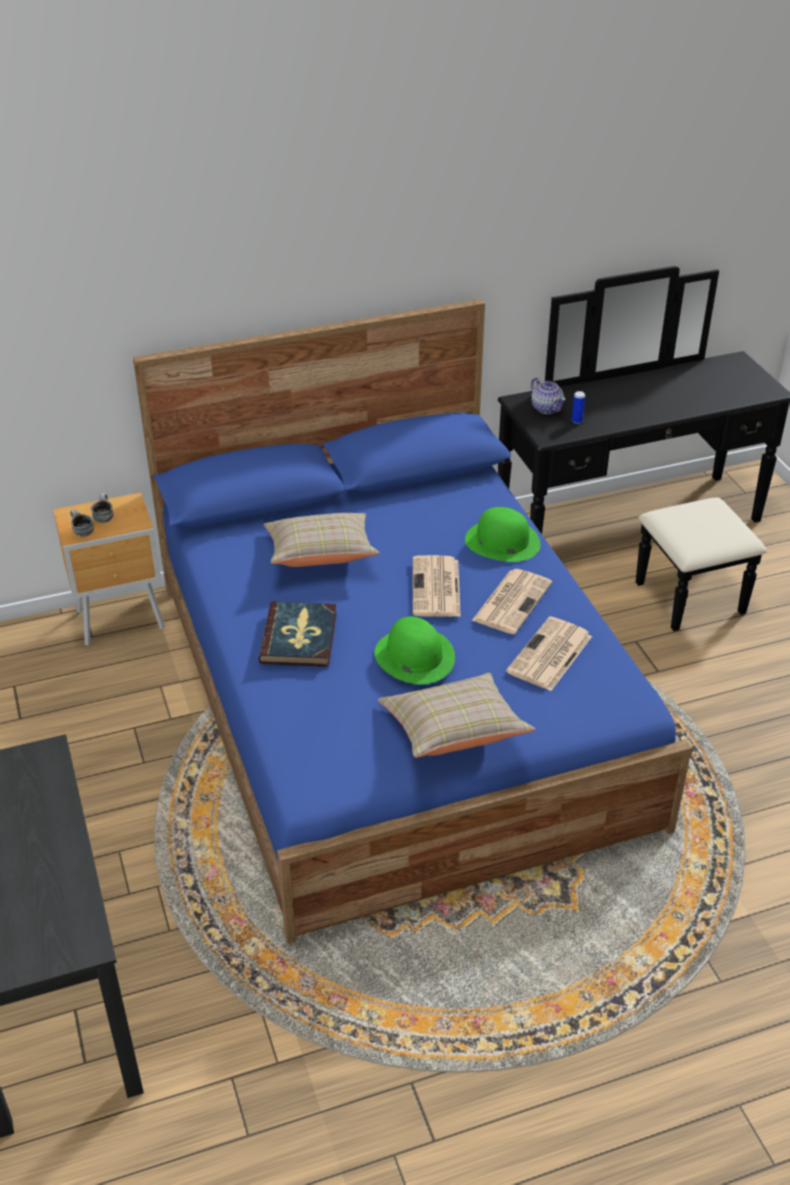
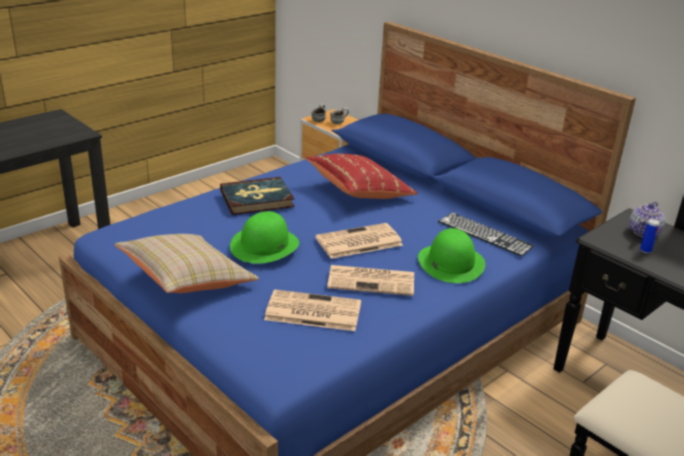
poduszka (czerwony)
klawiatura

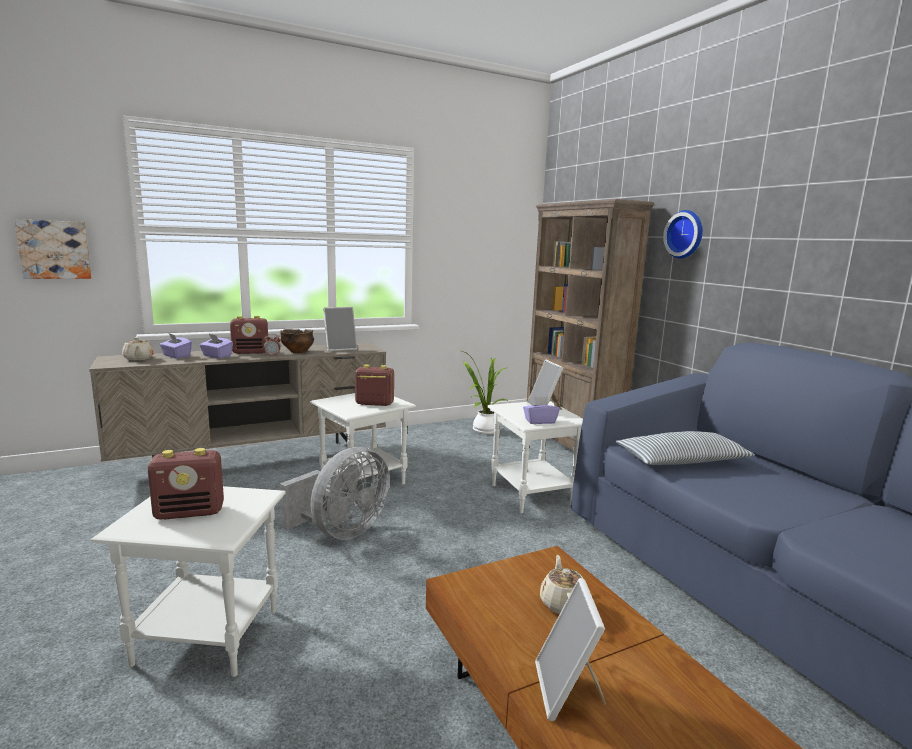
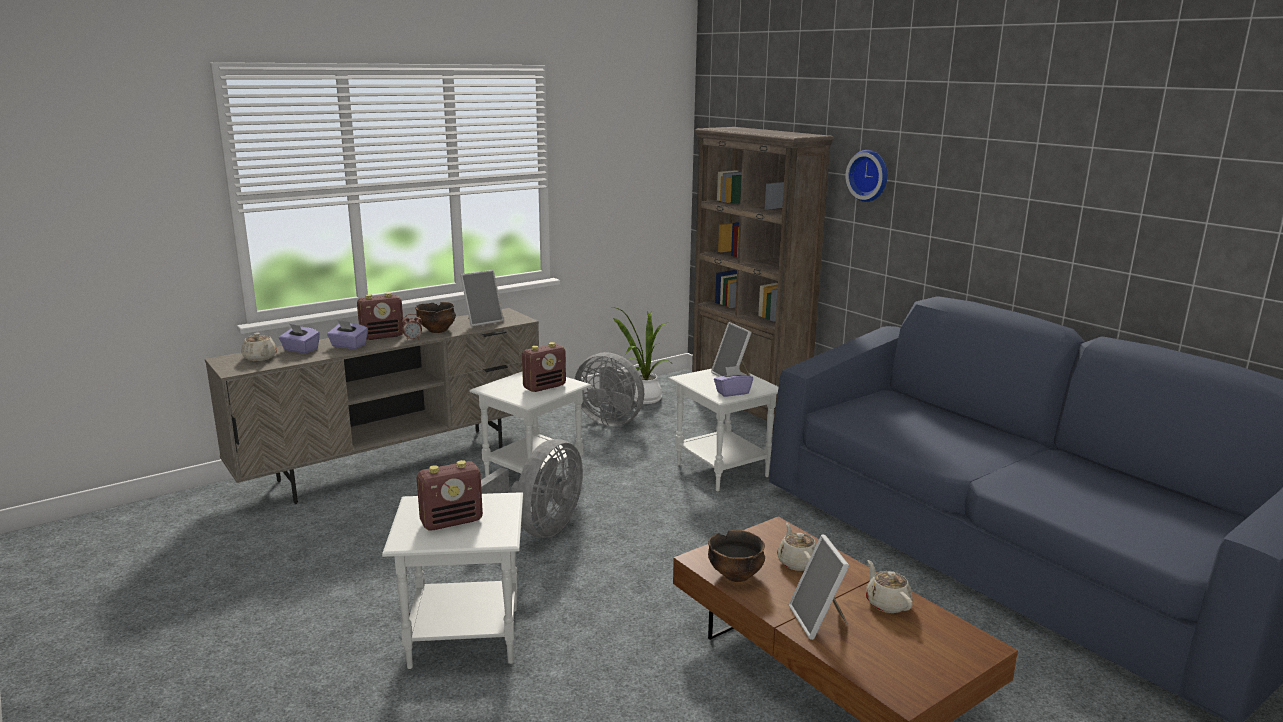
radio (no. 3 from left)
wentylator (szary) (no. 2 from left)
miska (no. 2 from left)
imbryk (beżowy) (no. 3 from left)
obraz
poduszka

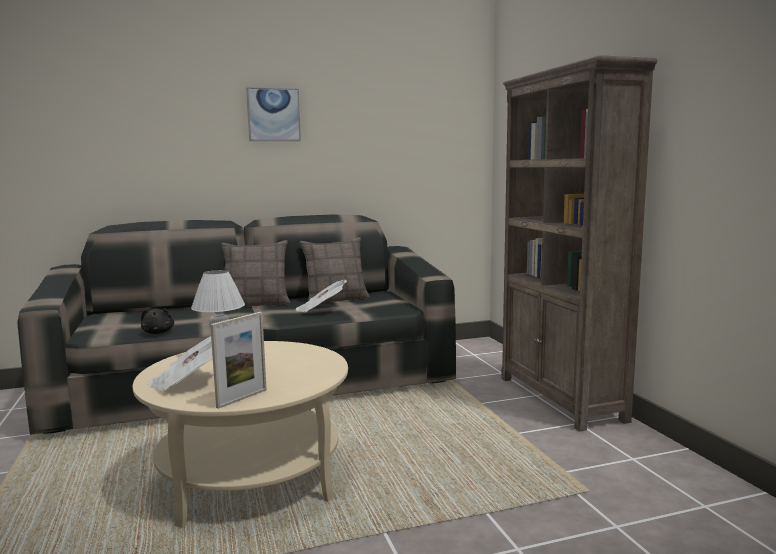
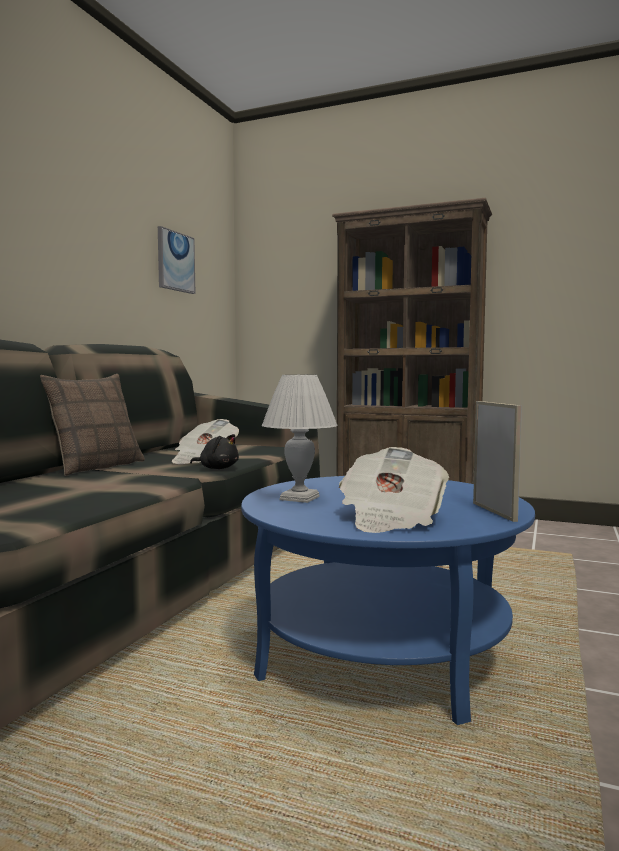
obraz
pluszak (czarny)
ława (niebieski)
poduszka (no. 2 from left in the first image)

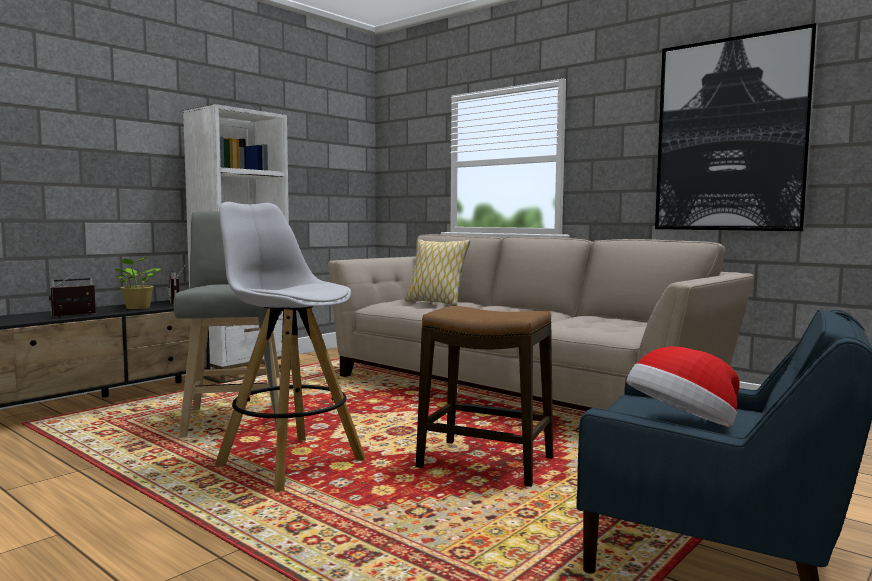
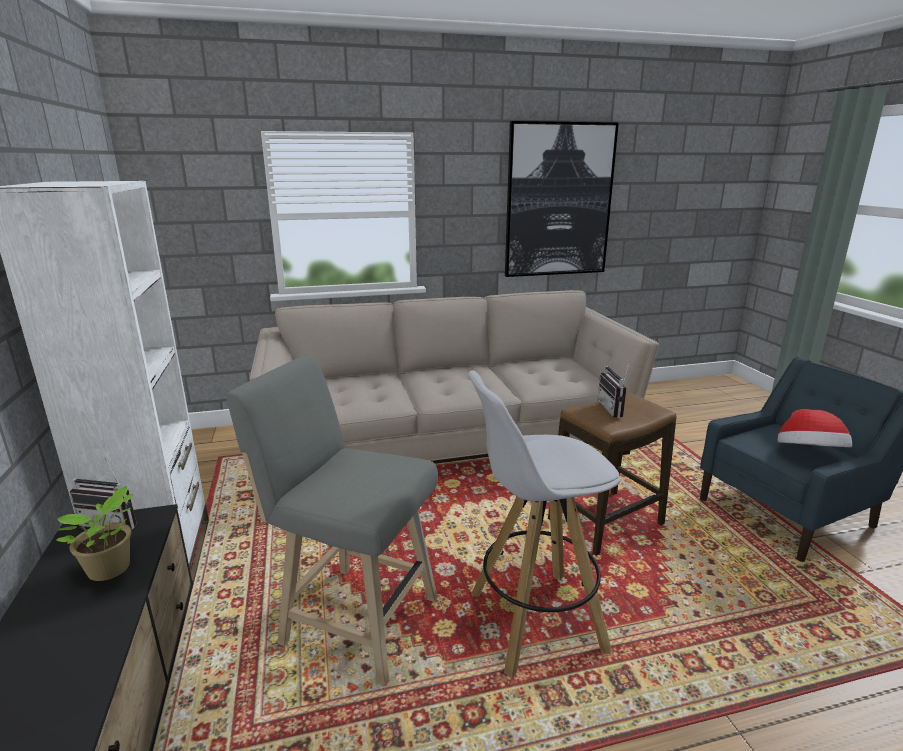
radio (no. 2 from left)
poduszka

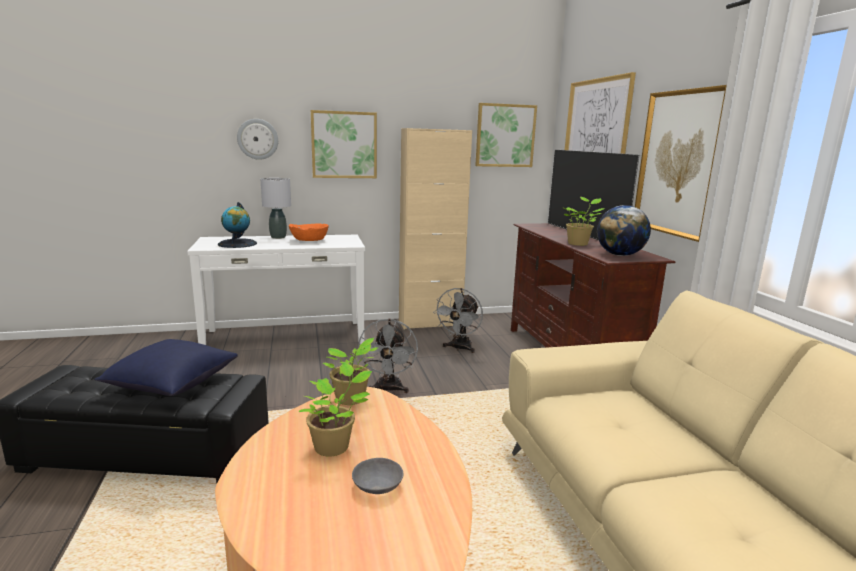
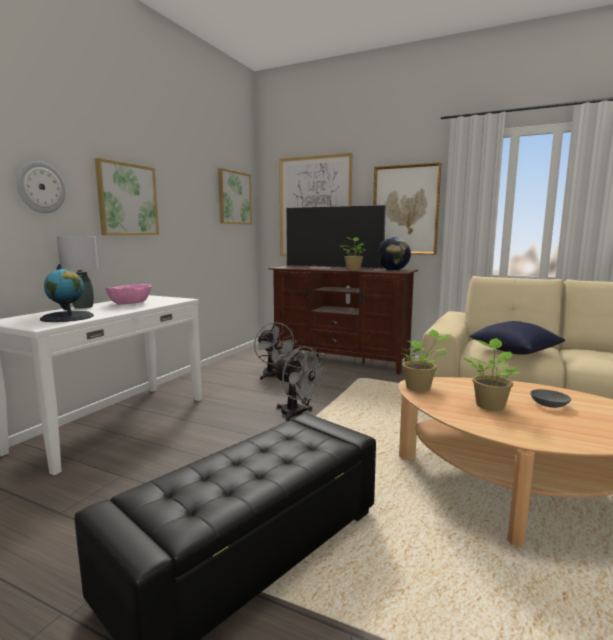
miska (różowy)
poduszka (niebieski)
szafka (beżowy)

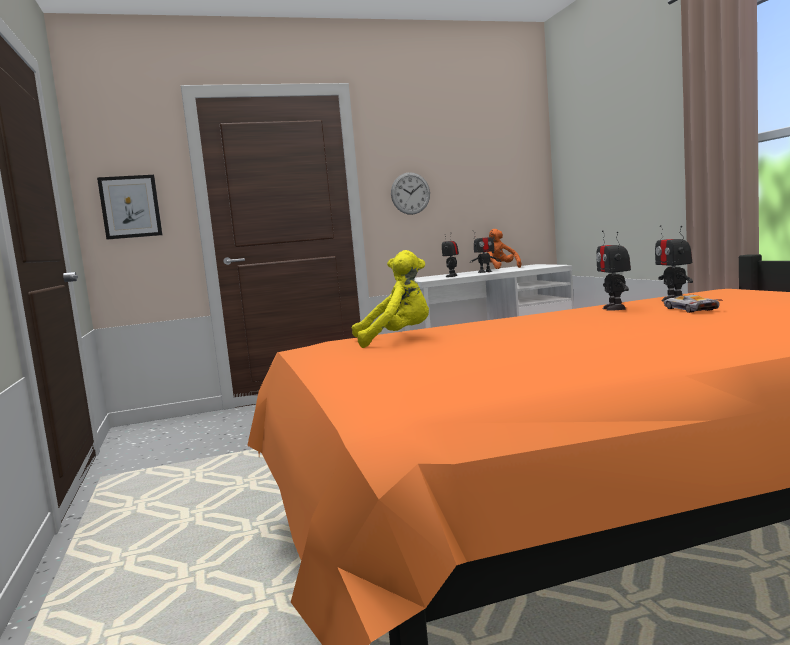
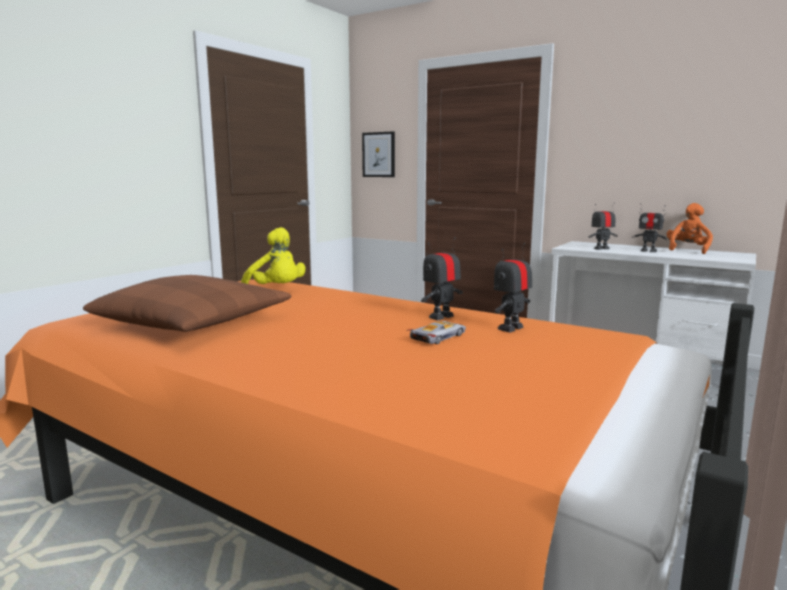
poduszka (brązowy)
zegar ścienny

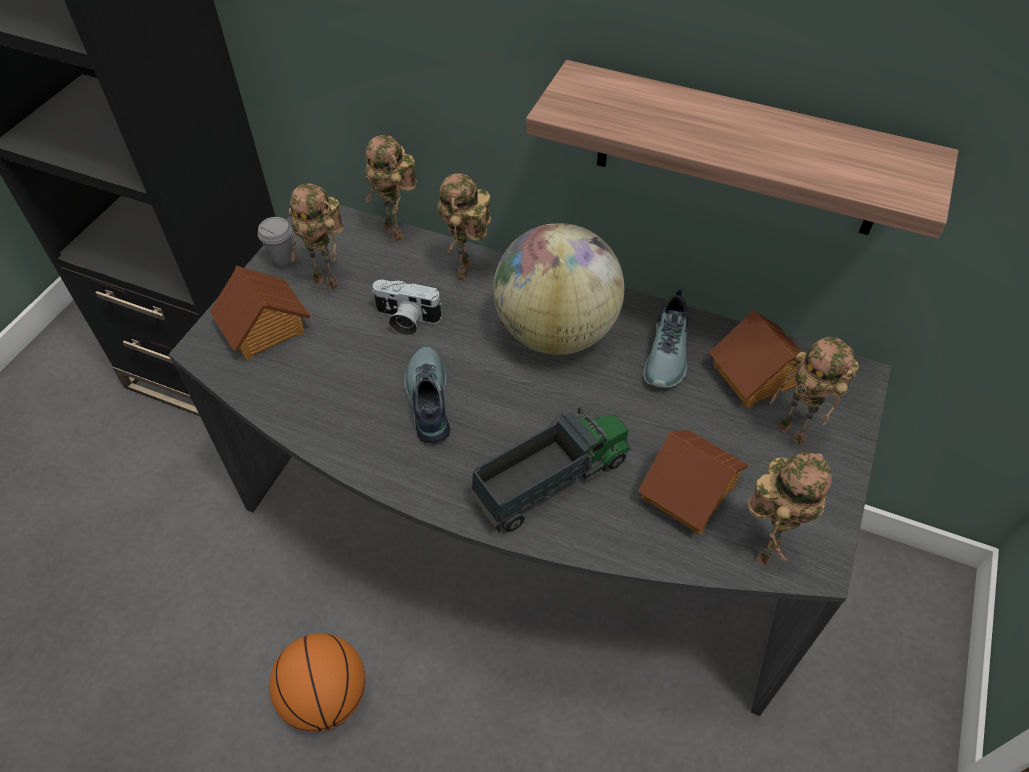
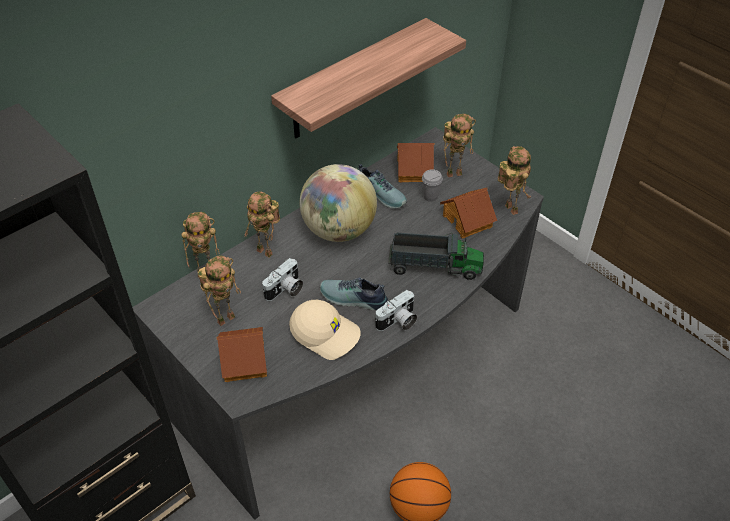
czapka z daszkiem (beżowy)
aparat fotograficzny (no. 2 from left)
ciężarówka zabawkowa
filiżanka (szary)

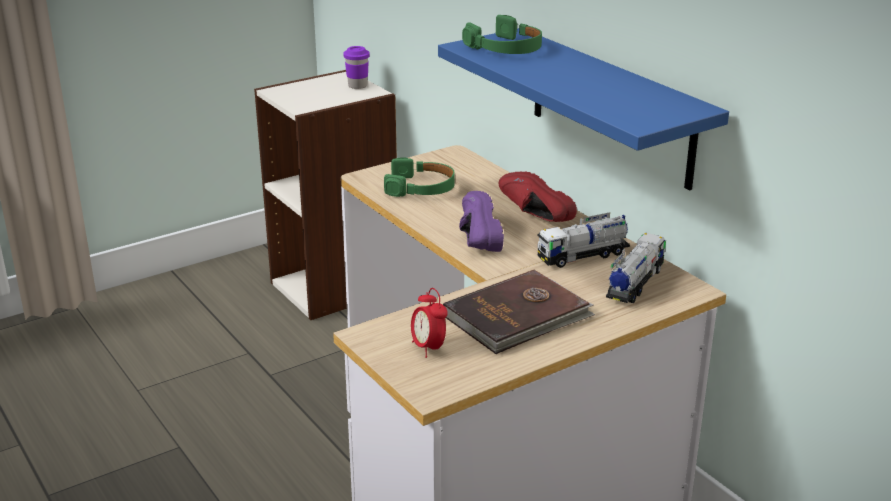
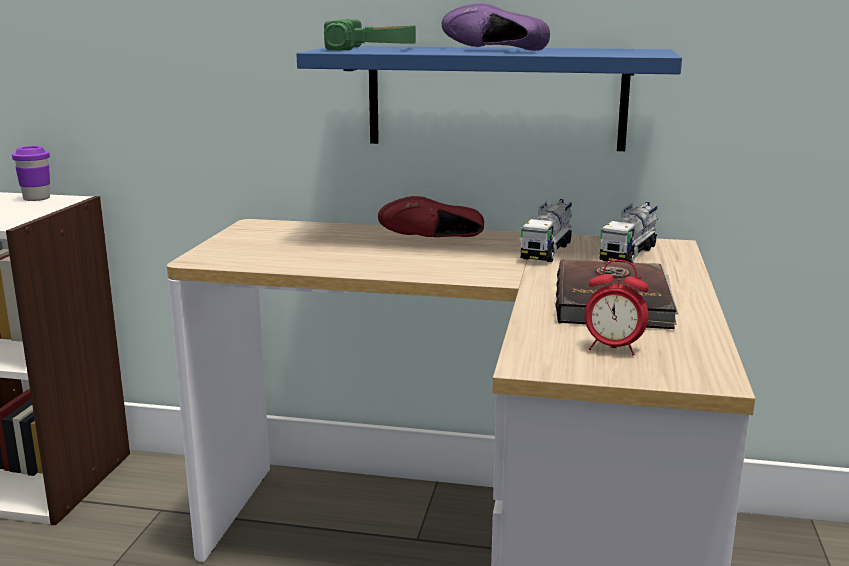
but (fioletowy)
ciężarówka zabawkowa (no. 2 from left)
słuchawki (zielony) (no. 1 from left in the first image)

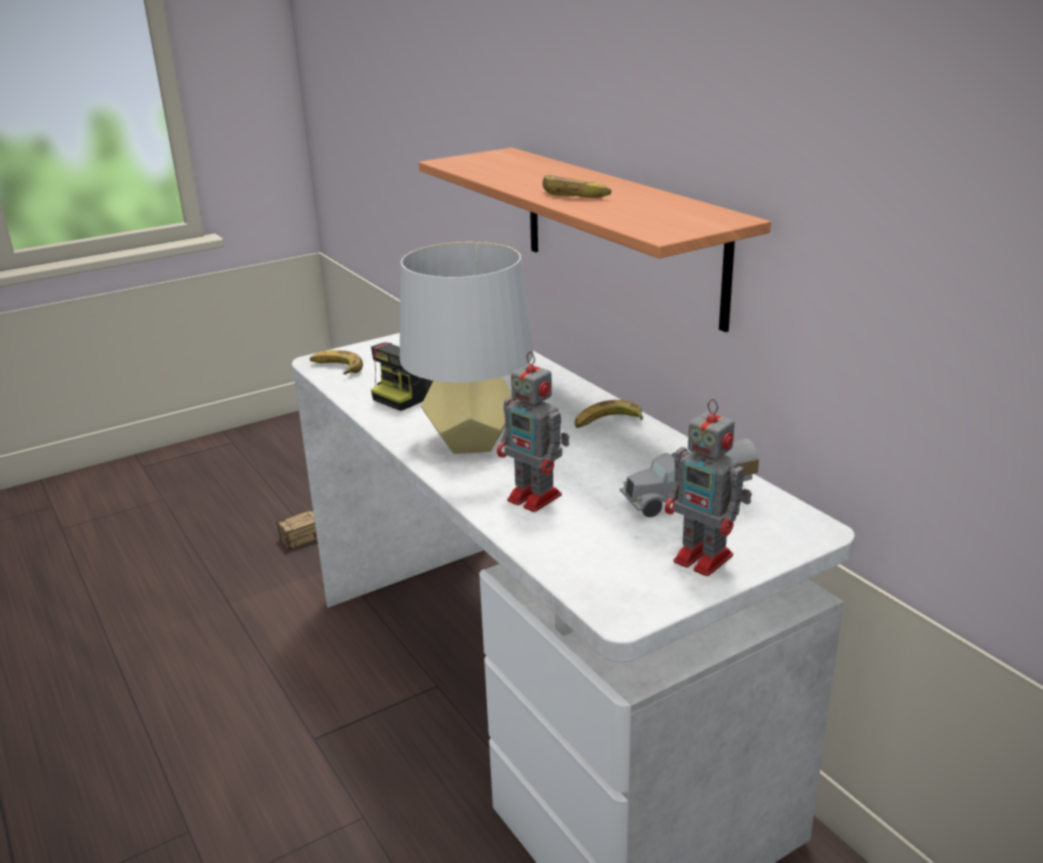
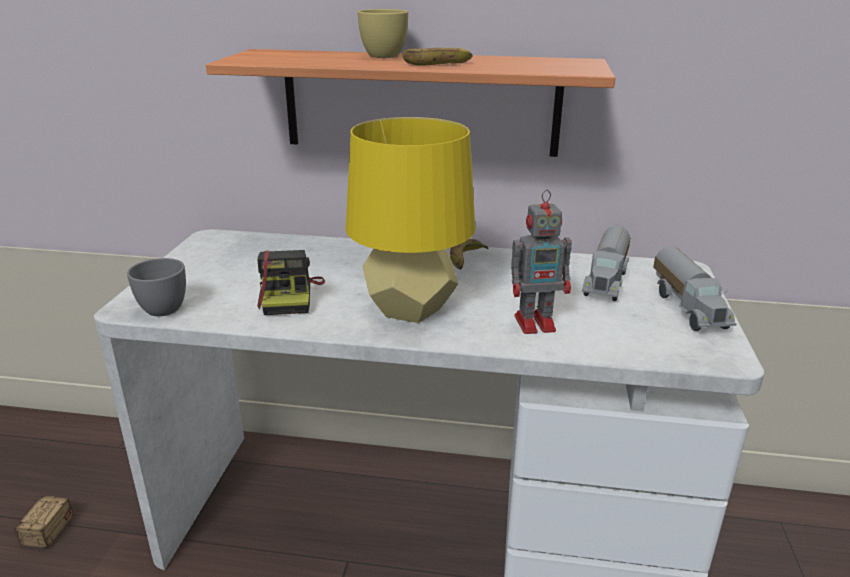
filiżanka (szary)
lampa stołowa (żółty)
filiżanka (żółty)
ciężarówka zabawkowa (no. 2 from left)

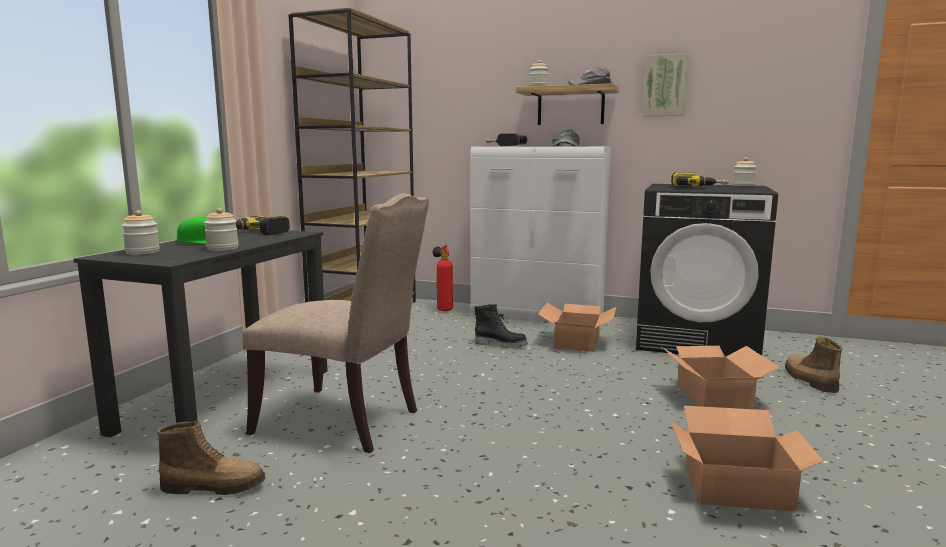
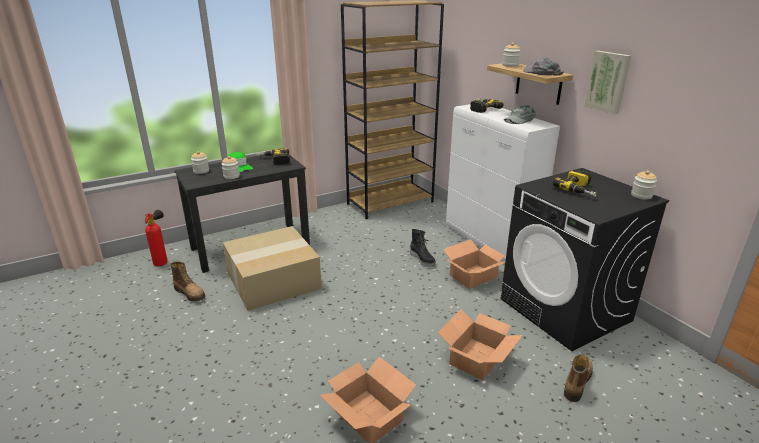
gaśnica
karton (no. 1 from left)

